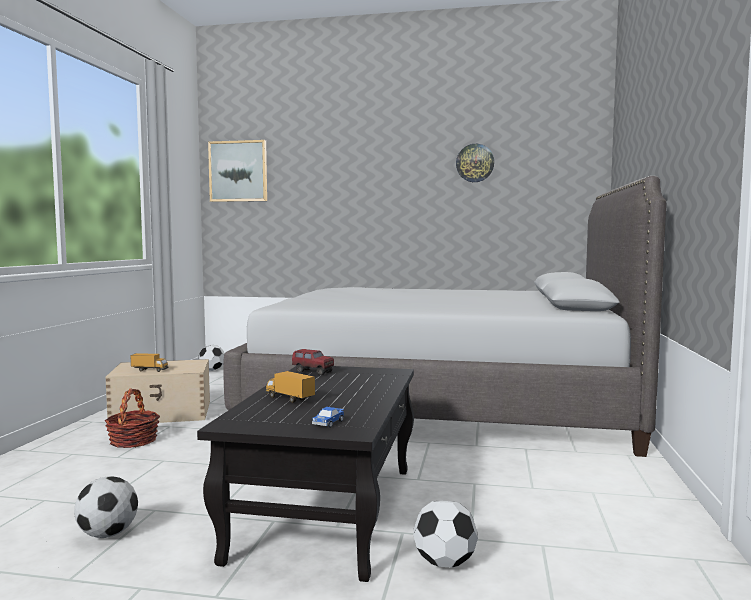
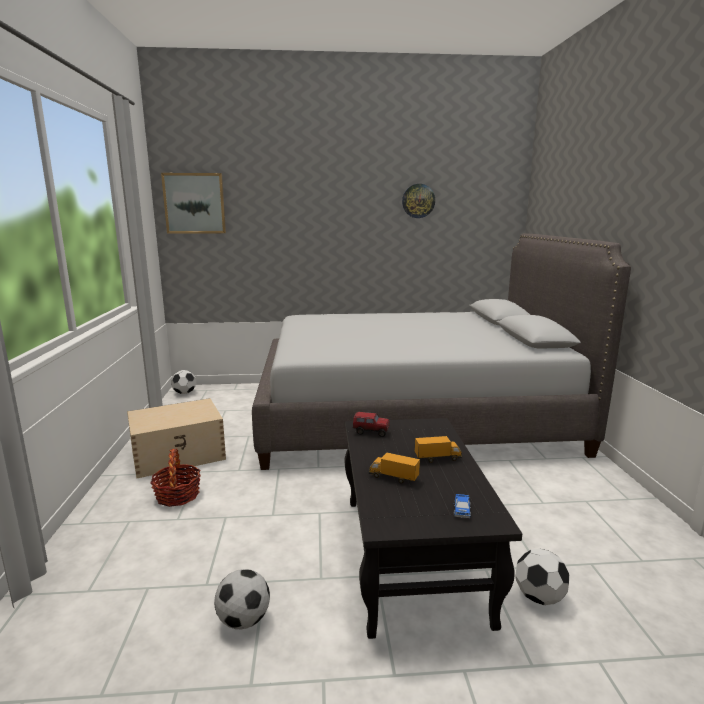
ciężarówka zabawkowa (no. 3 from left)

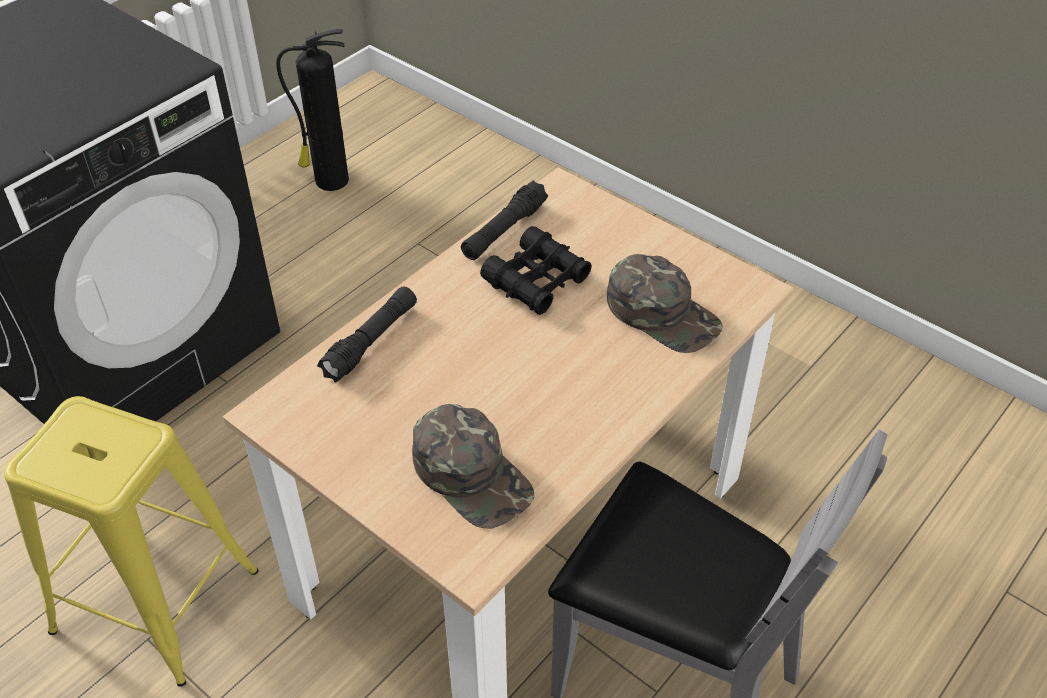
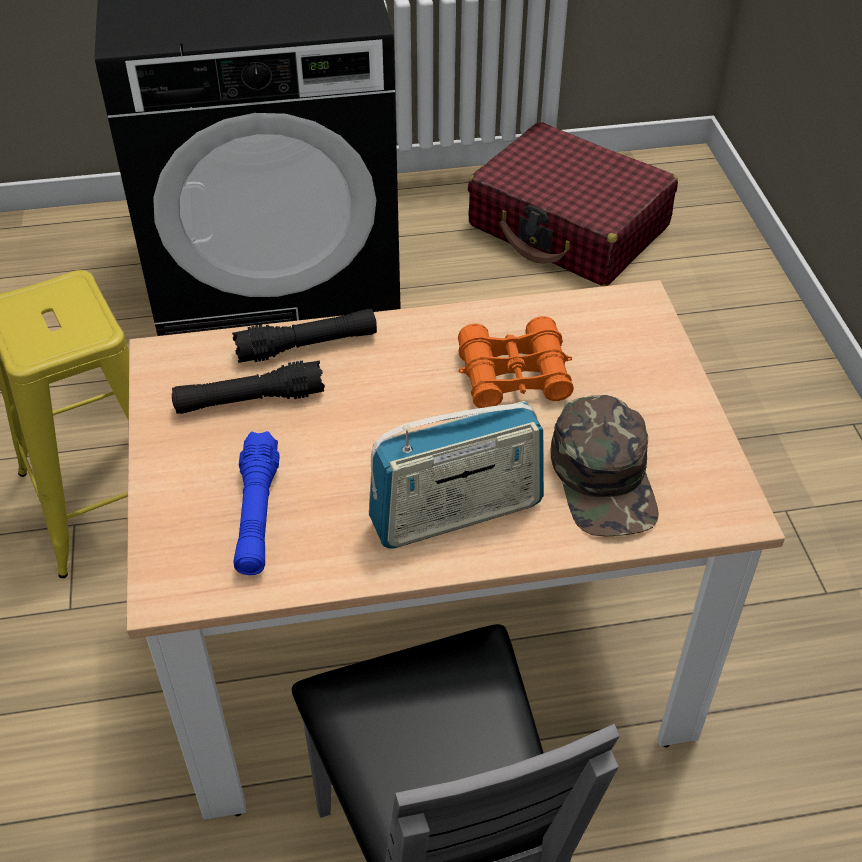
latarka (czarny) (no. 1 from left)
latarka (niebieski)
radio
lornetka (pomarańczowy)
walizka (czerwony)

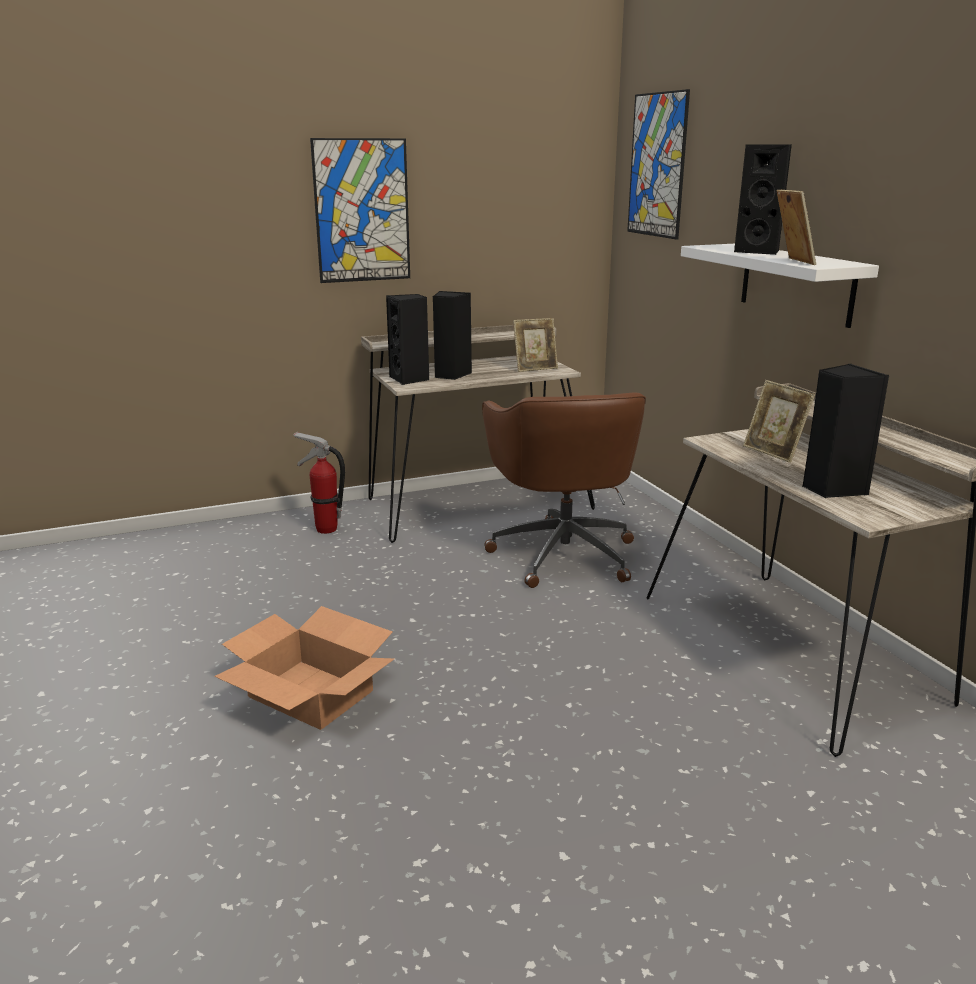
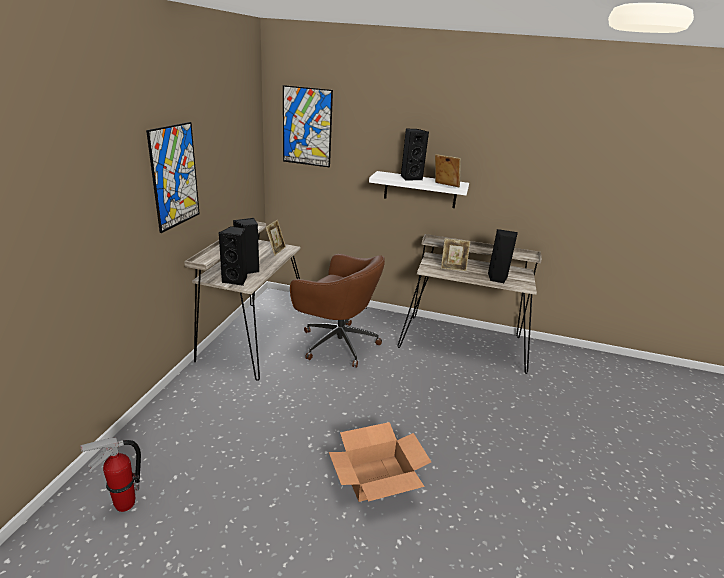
gaśnica

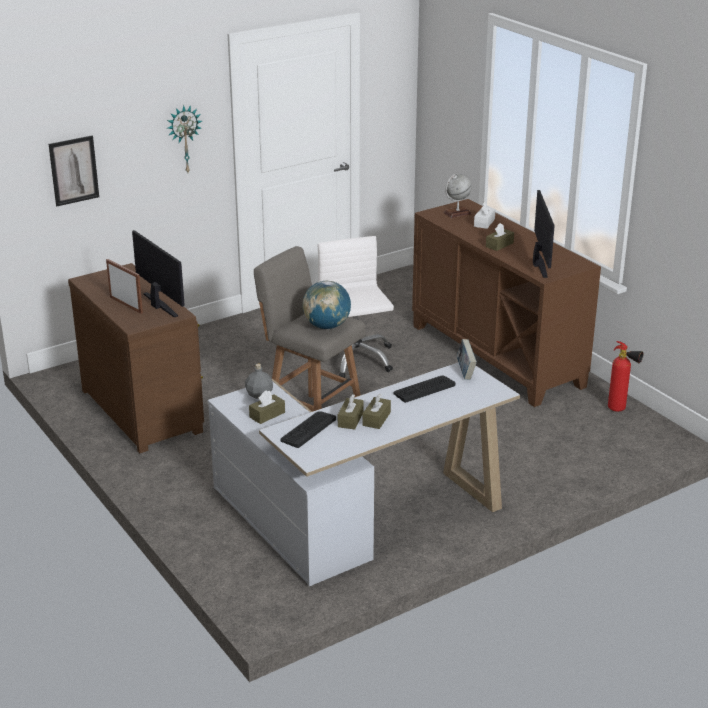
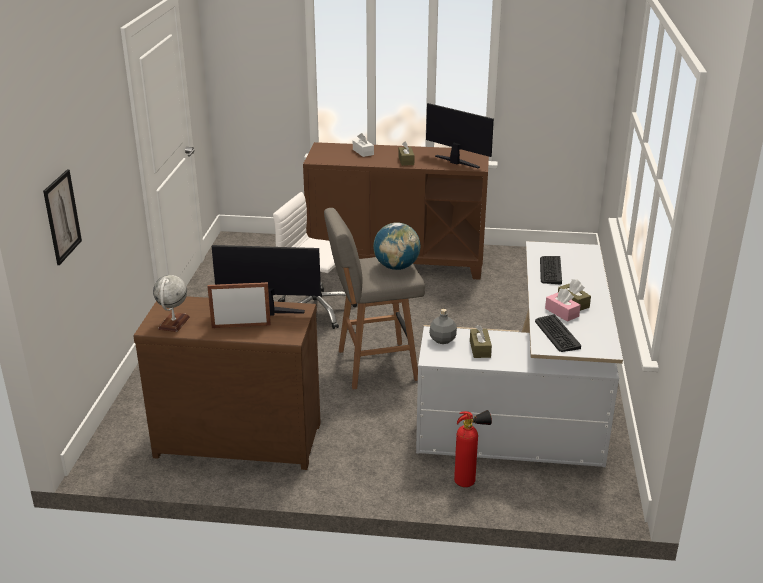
globus (no. 1 from left)
gaśnica
pudełko chusteczek (różowy)
zegar ścienny
książka

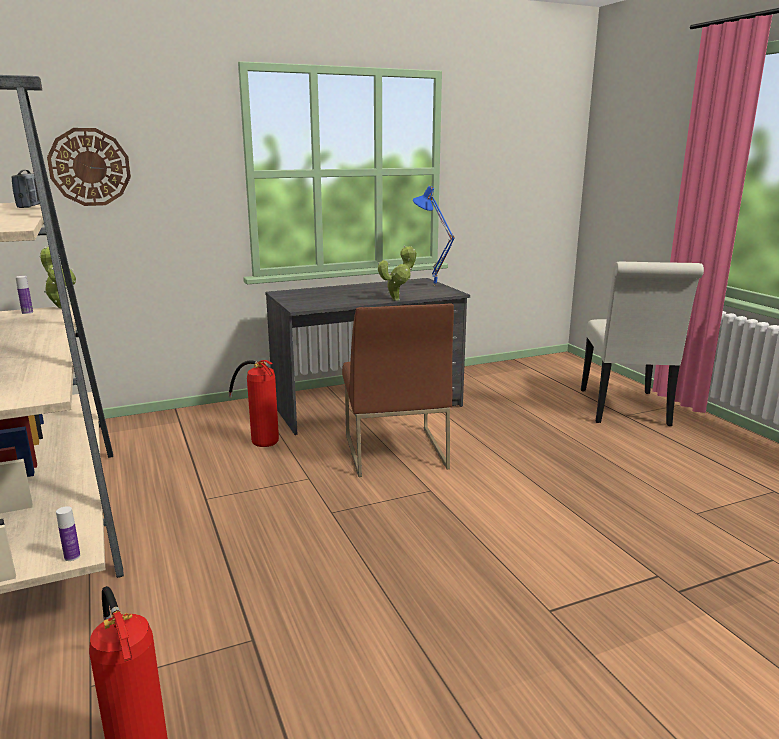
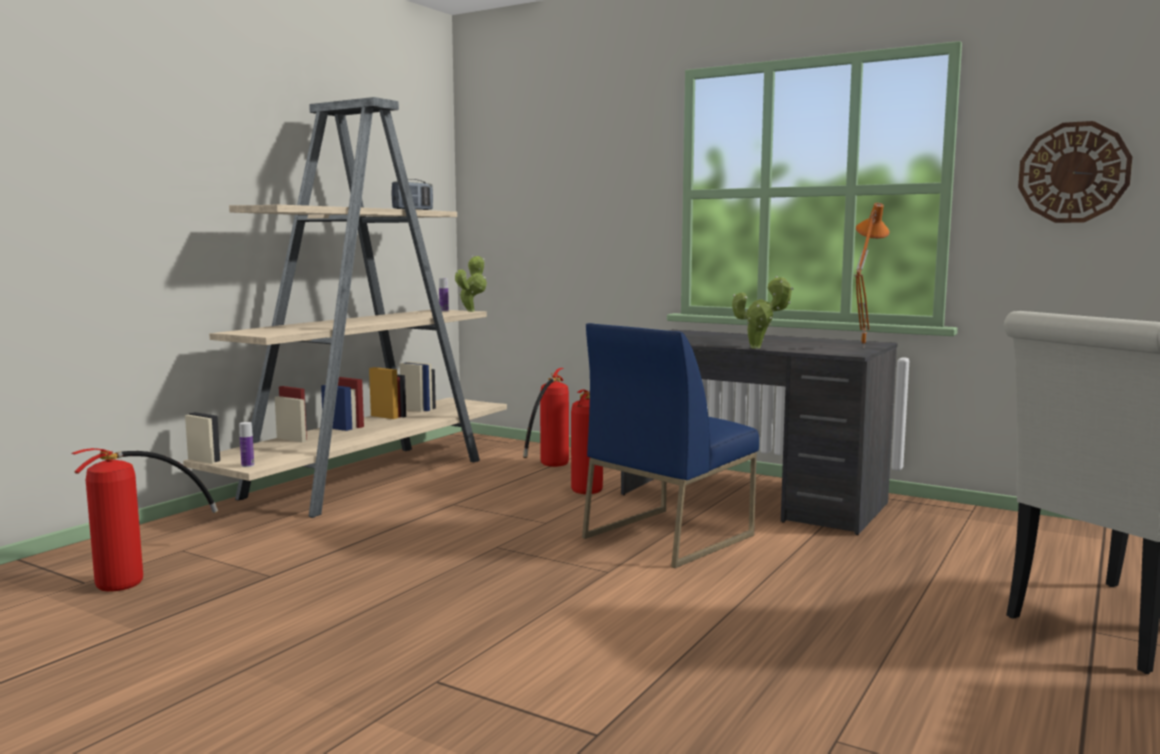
gaśnica (no. 2 from left)
krzesło (niebieski)
lampa stołowa (pomarańczowy)
zegar ścienny

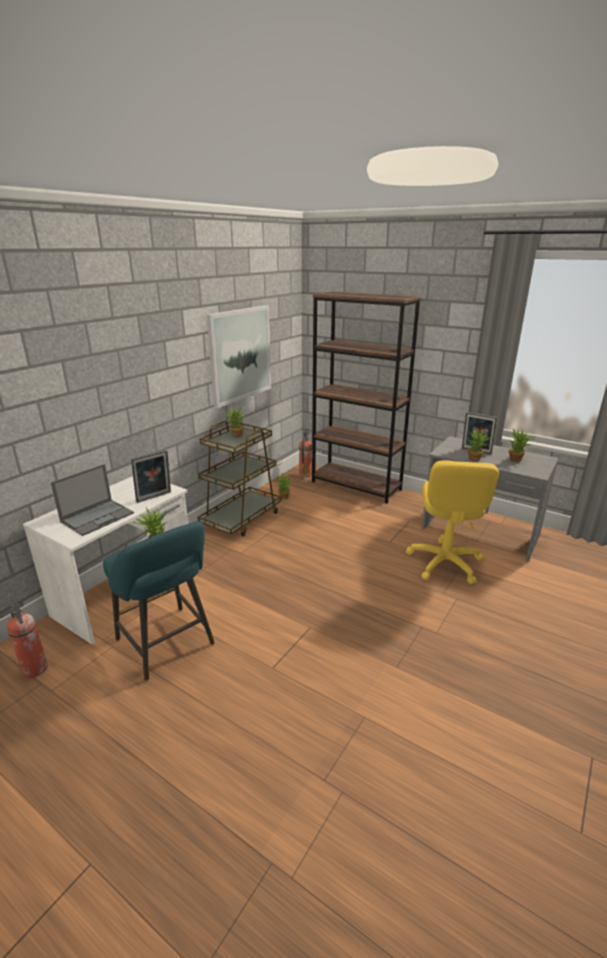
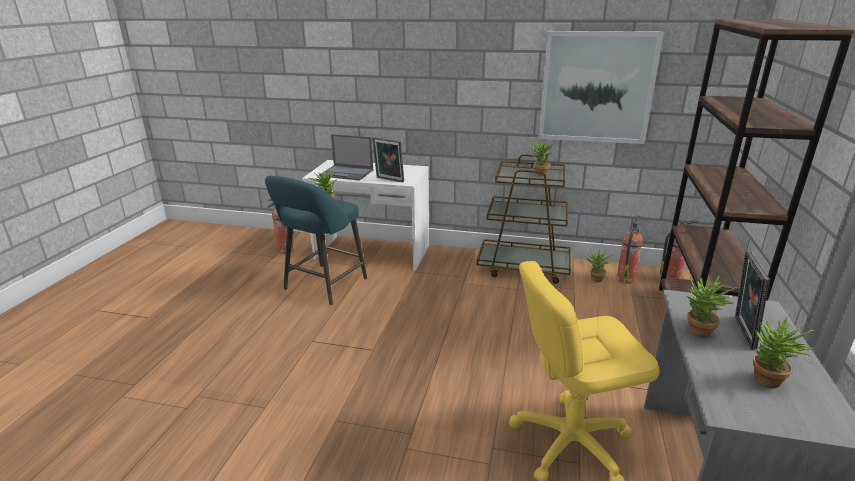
gaśnica (no. 2 from left)

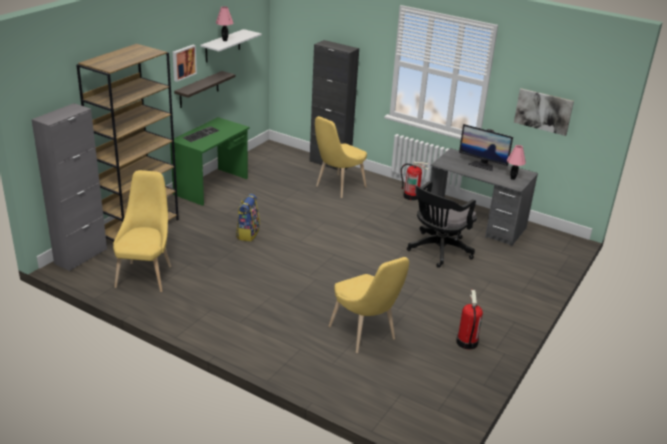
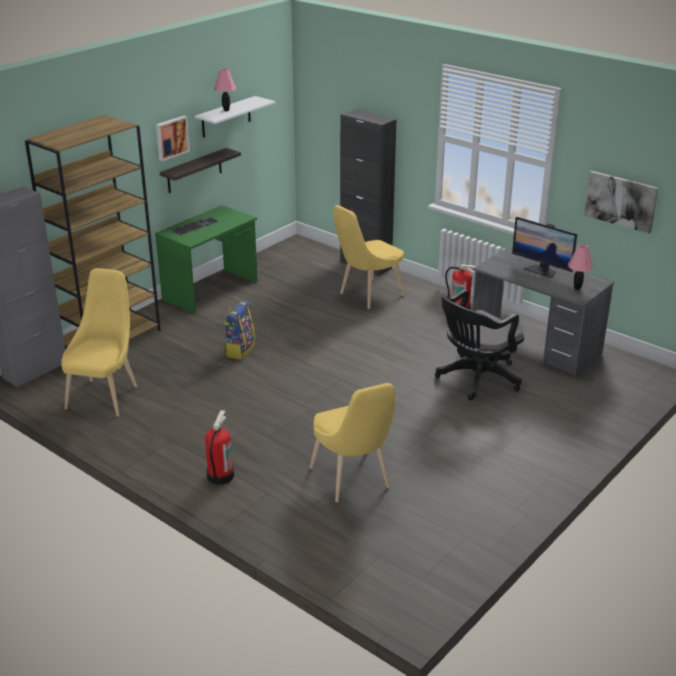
gaśnica (no. 1 from left)

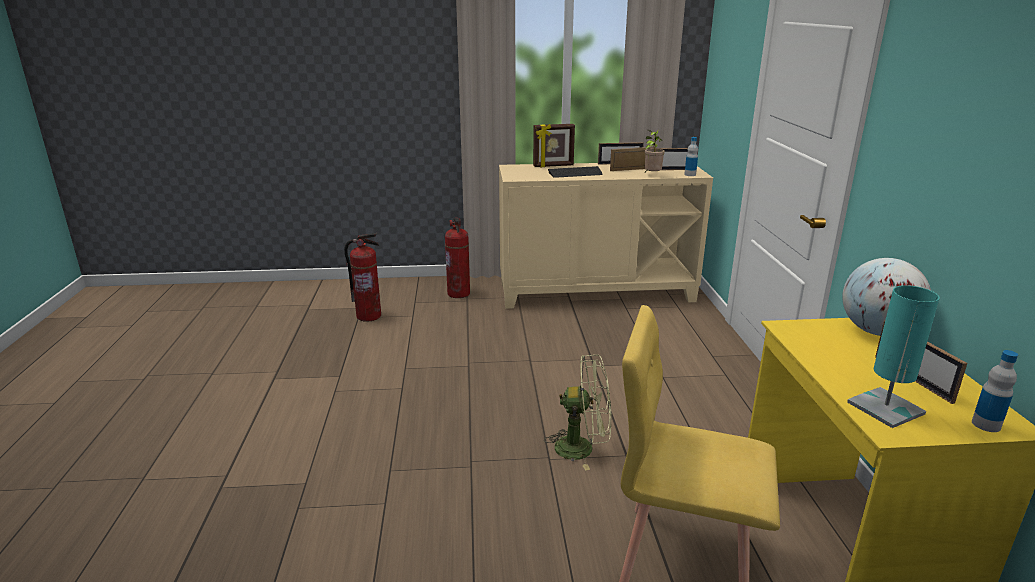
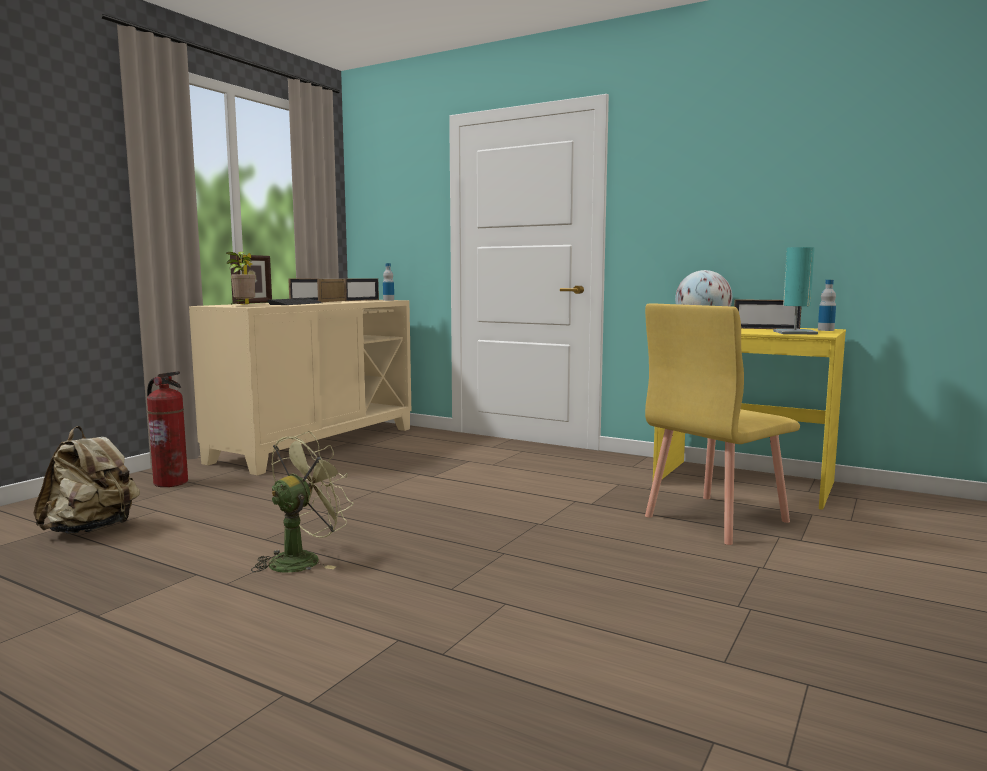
plecak (beżowy)
roślina doniczkowa
wentylator (zielony)

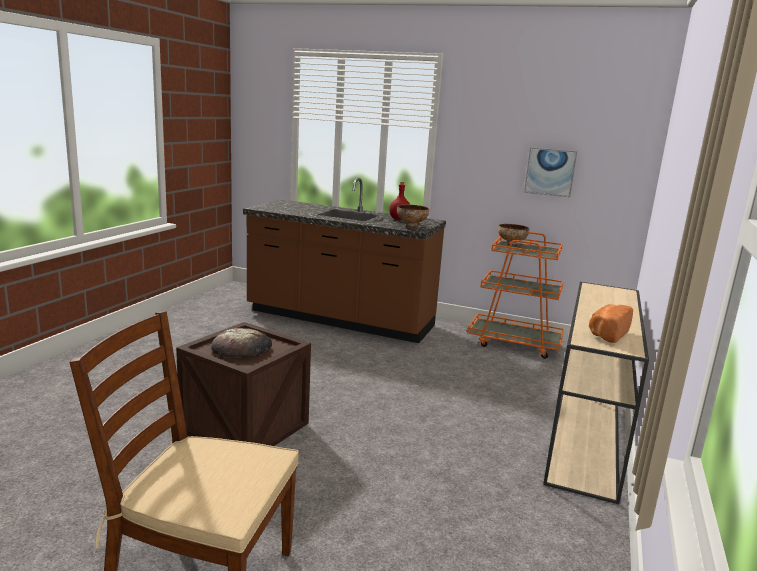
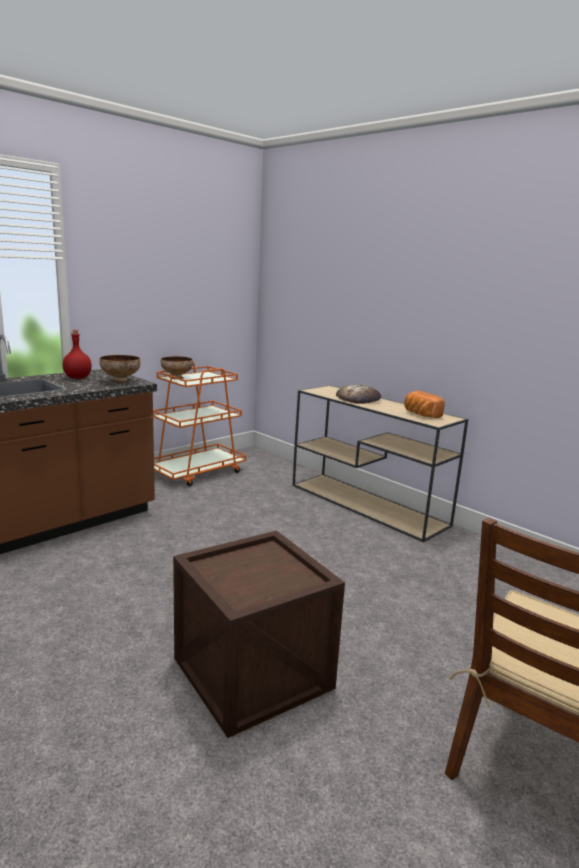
chleb (no. 1 from left)
obraz

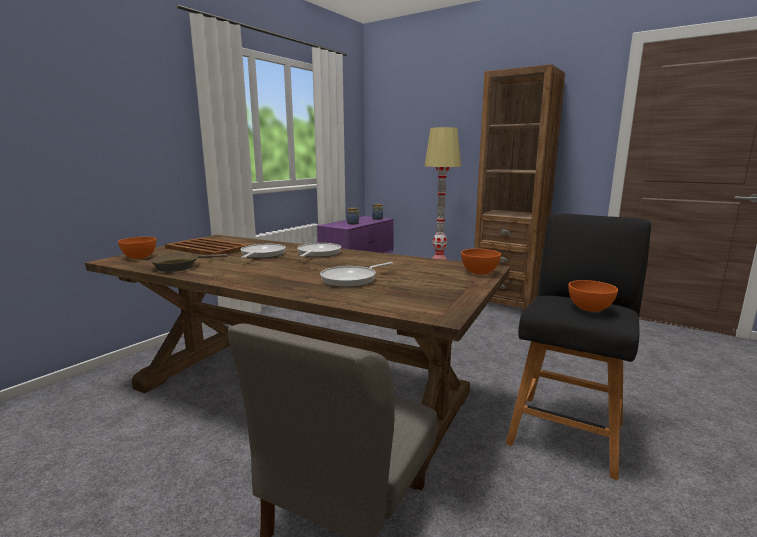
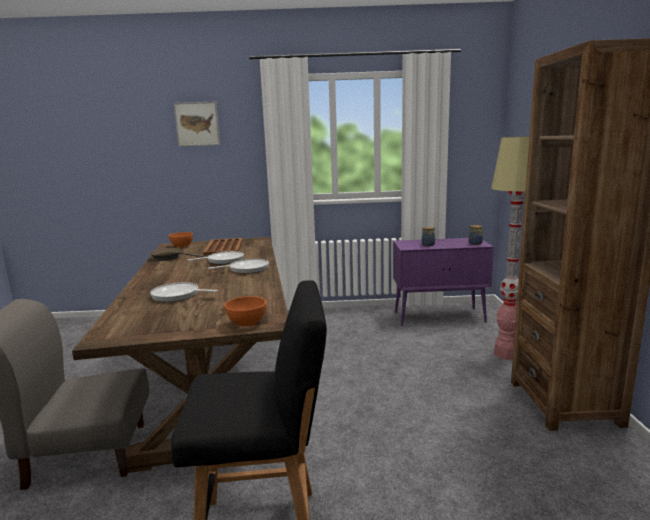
obraz
miska (pomarańczowy) (no. 3 from left in the first image)

